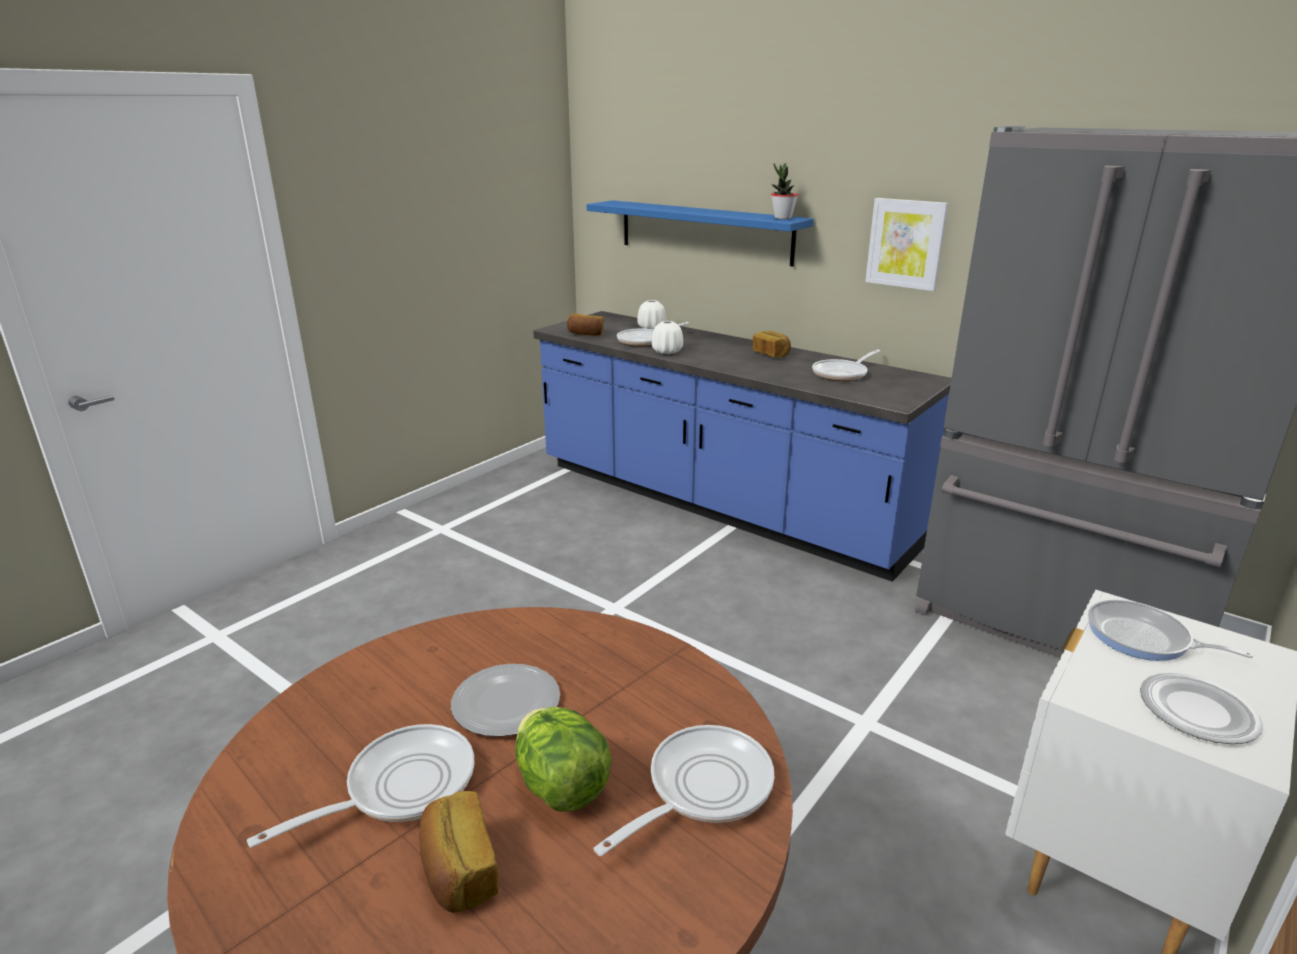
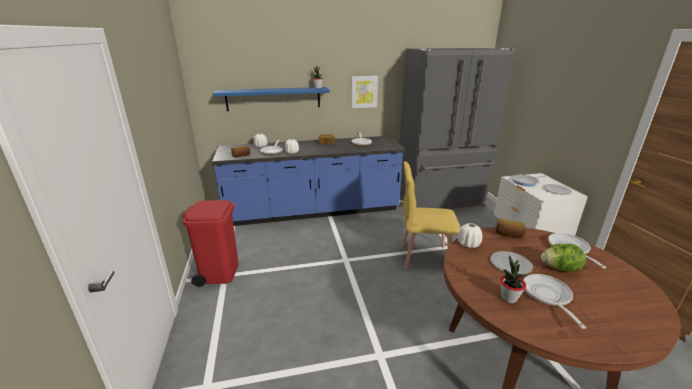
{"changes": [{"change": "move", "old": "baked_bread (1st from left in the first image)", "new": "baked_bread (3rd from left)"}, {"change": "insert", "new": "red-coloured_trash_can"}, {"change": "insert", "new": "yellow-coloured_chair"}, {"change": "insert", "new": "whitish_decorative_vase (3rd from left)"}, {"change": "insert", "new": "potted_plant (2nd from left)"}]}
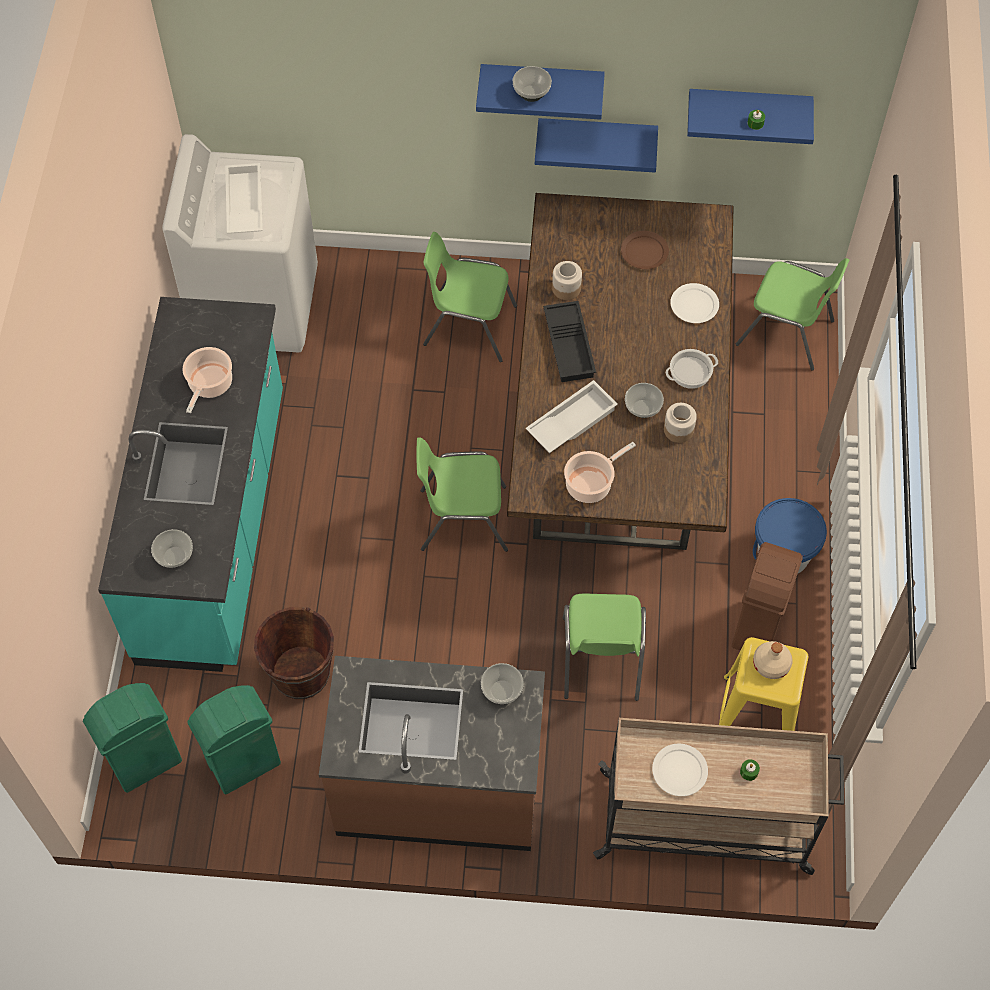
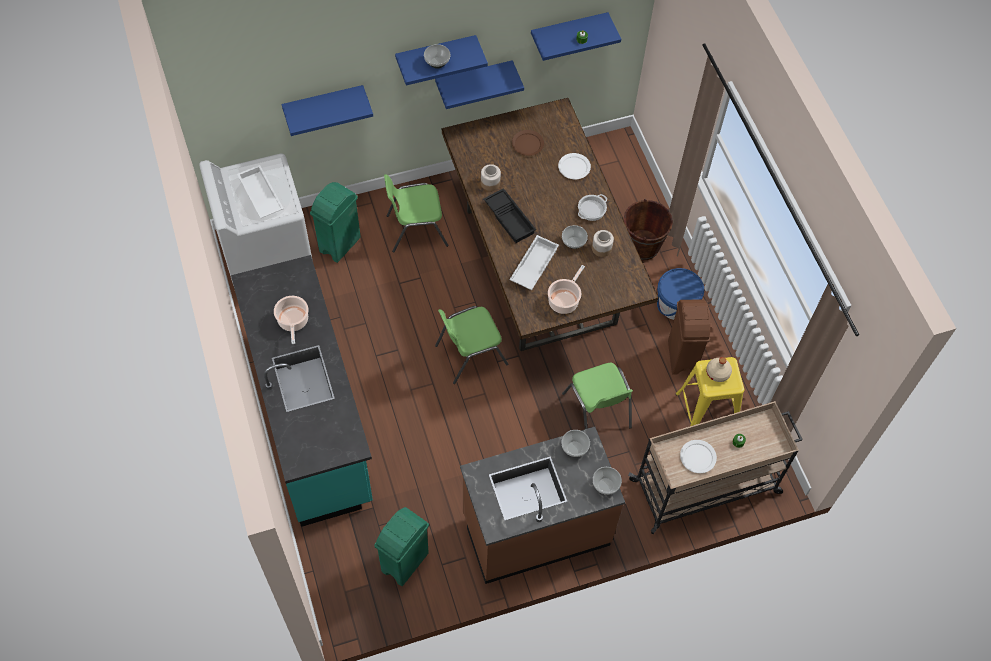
{"changes": [{"change": "move", "old": "green_trash_can (1st from left)"}, {"change": "move", "old": "bowl (1st from left in the first image)", "new": "bowl (4th from left)"}, {"change": "move", "old": "brown_water_bucket"}, {"change": "delete", "old": "green_chair (4th from left)"}, {"change": "insert", "new": "bluish_shelf (1st from left)"}]}
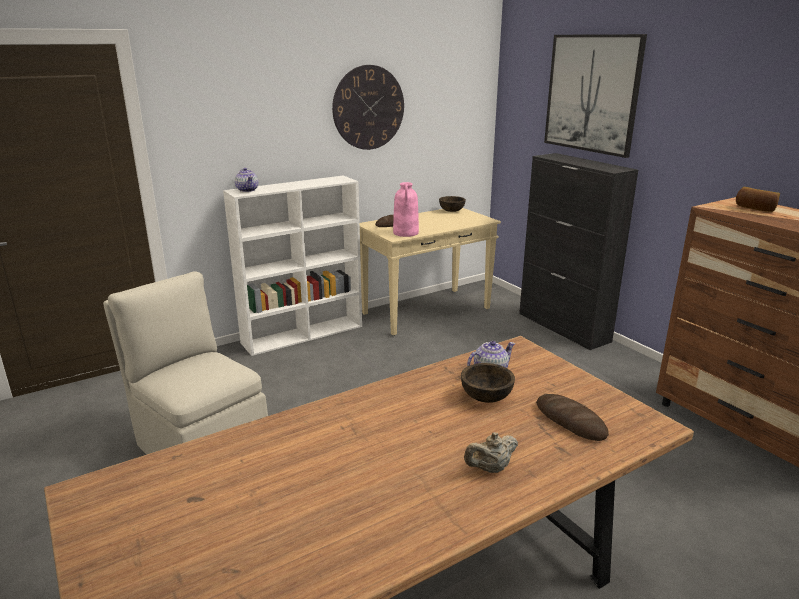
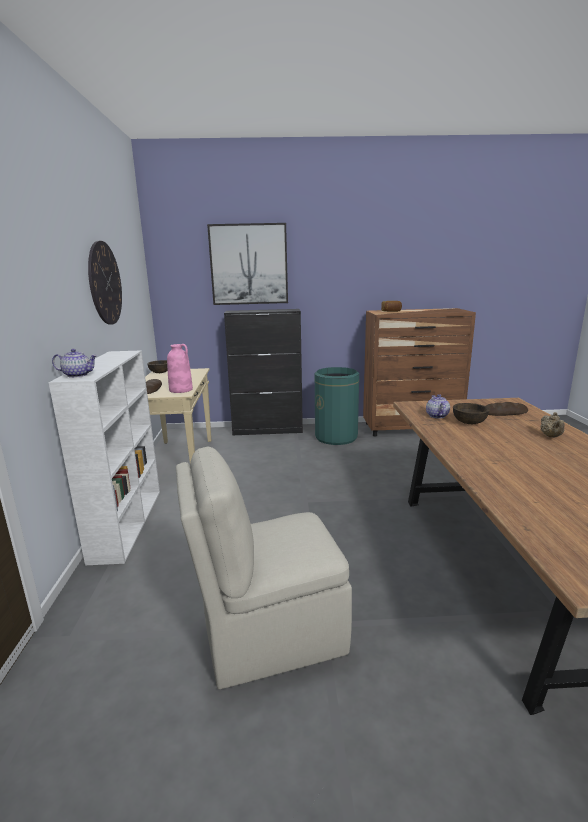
{"changes": [{"change": "insert", "new": "green_trash_can"}]}
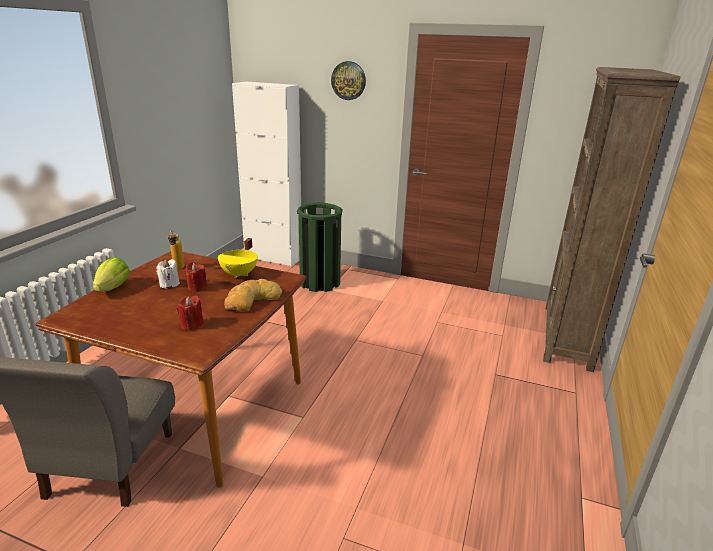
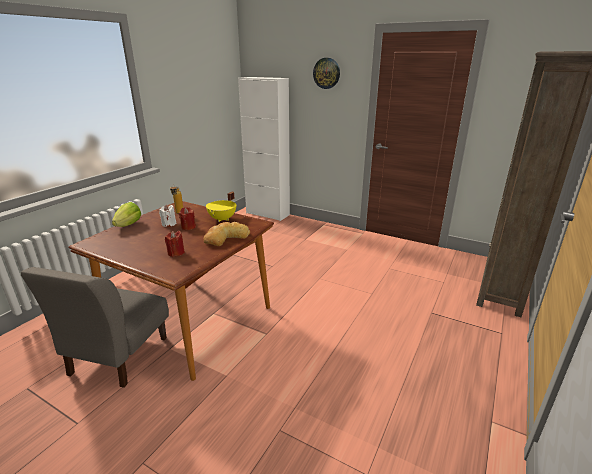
{"changes": [{"change": "delete", "old": "green_trash_can"}]}
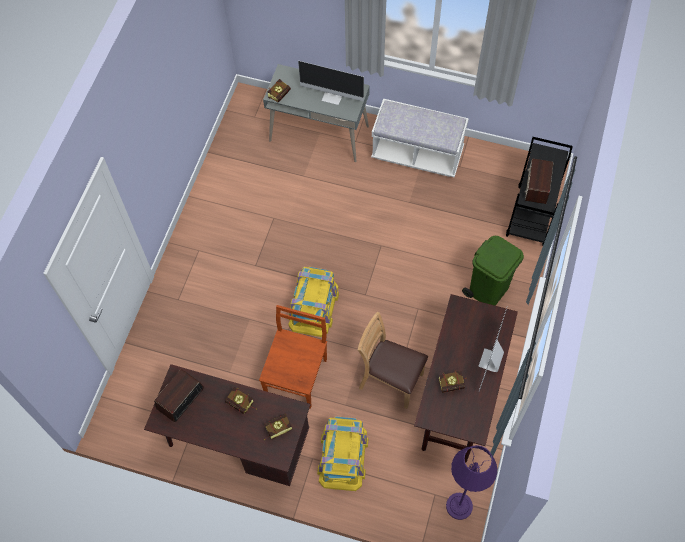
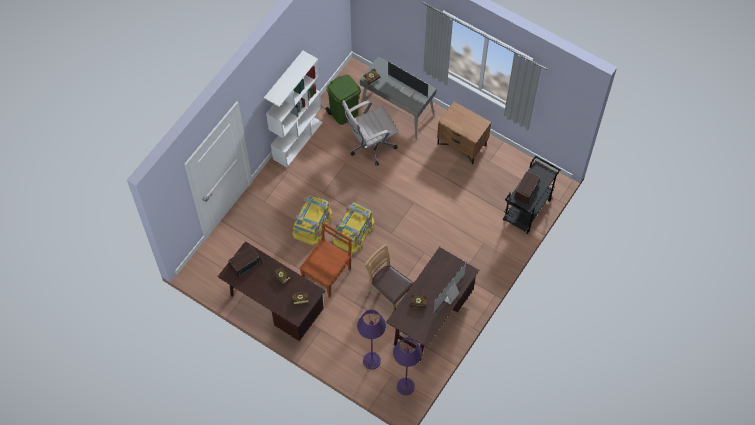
{"changes": [{"change": "move", "old": "yellow-coloured_storage_bin (2nd from left in the first image)", "new": "yellow-coloured_storage_bin (1st from left)"}, {"change": "replace", "old": "whitish_indoor_bench", "new": "brown_bedside_table"}, {"change": "move", "old": "green_trash_can"}, {"change": "insert", "new": "whitish_bookshelf"}, {"change": "insert", "new": "whitish_desk_chair"}, {"change": "insert", "new": "purple_standing_lamp (1st from left)"}]}
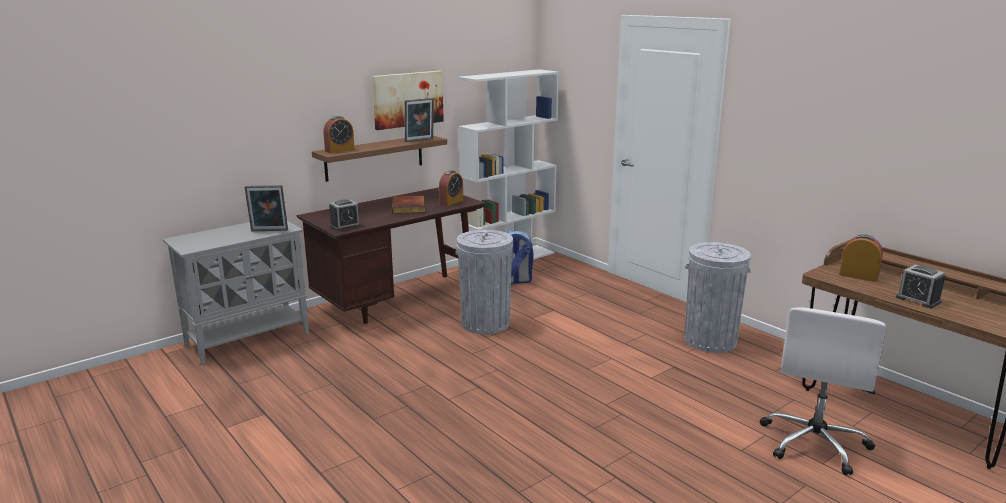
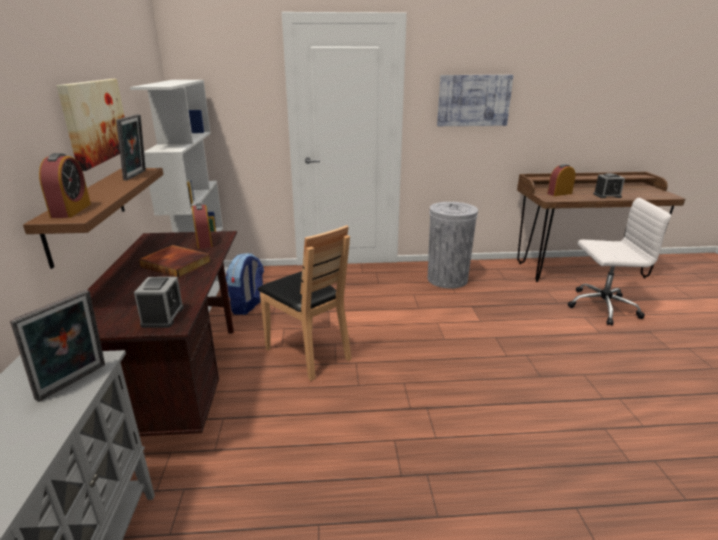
{"changes": [{"change": "replace", "old": "gray_trash_can (1st from left)", "new": "brown_chair"}, {"change": "rotate", "old": "whitish_desk_chair", "degrees": -60}, {"change": "insert", "new": "picture (2nd from left)"}]}
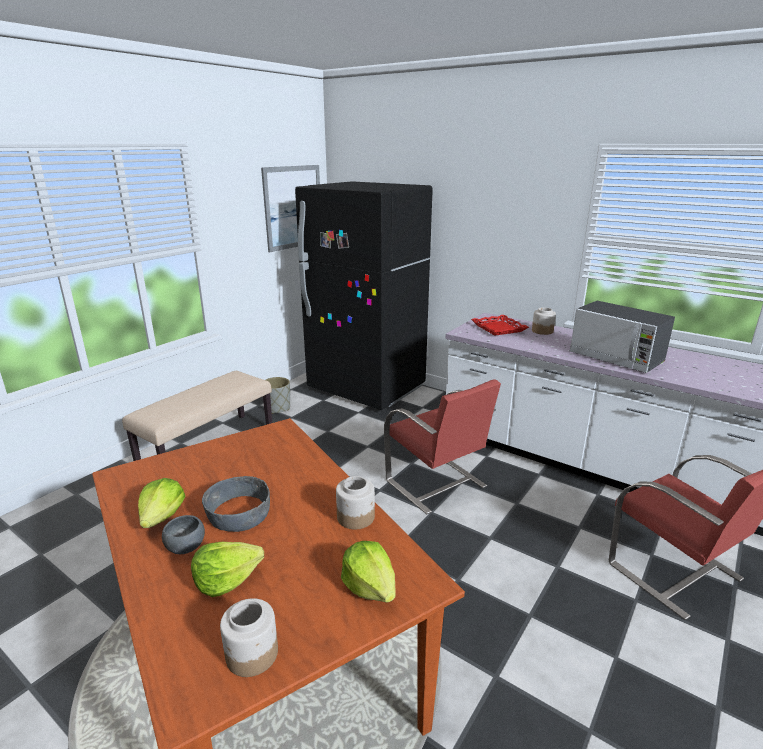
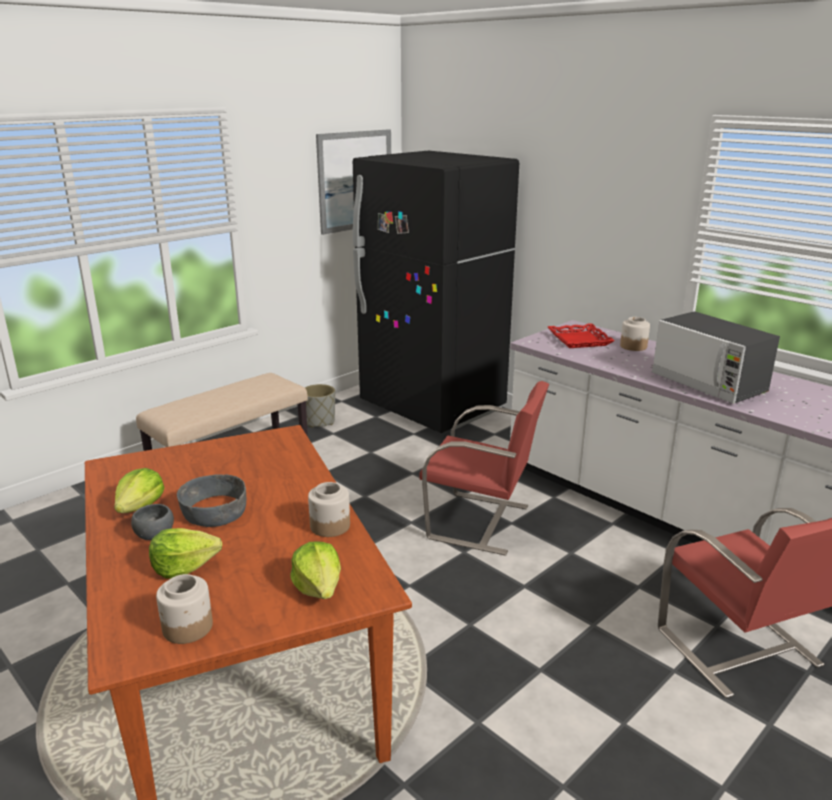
{"changes": [{"change": "rotate", "old": "red-coloured_chair (1st from left)", "degrees": -45}]}
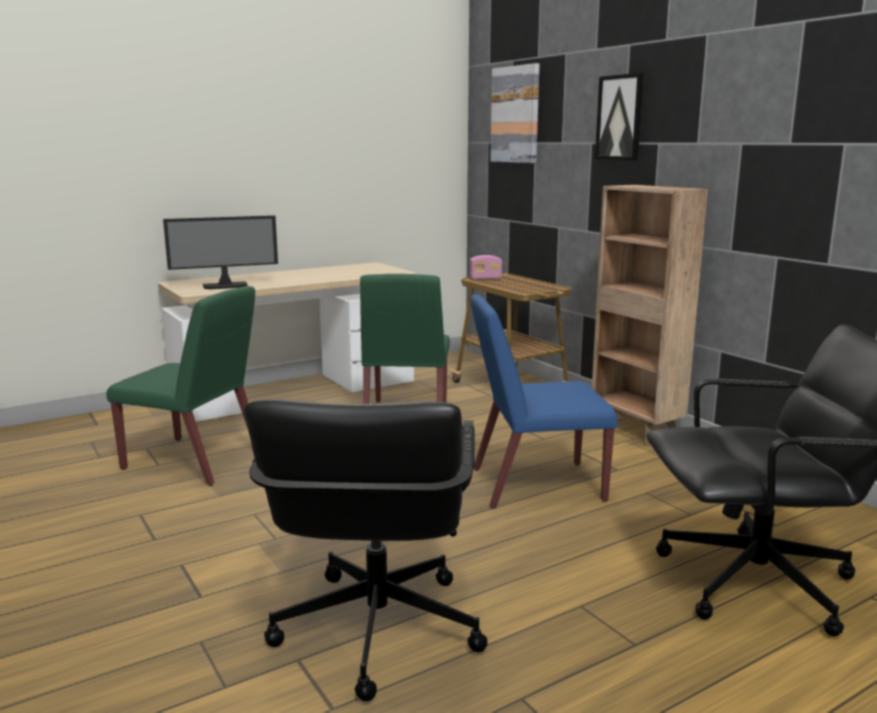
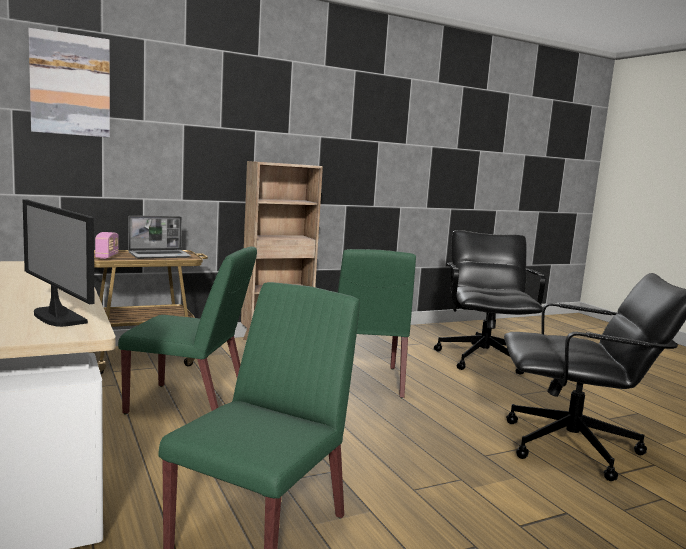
{"changes": [{"change": "rotate", "old": "monitor", "degrees": 150}, {"change": "recolor", "old": "bluish_chair", "new": "green_chair (3rd from left)"}, {"change": "delete", "old": "picture (2nd from left)"}, {"change": "insert", "new": "laptop"}]}
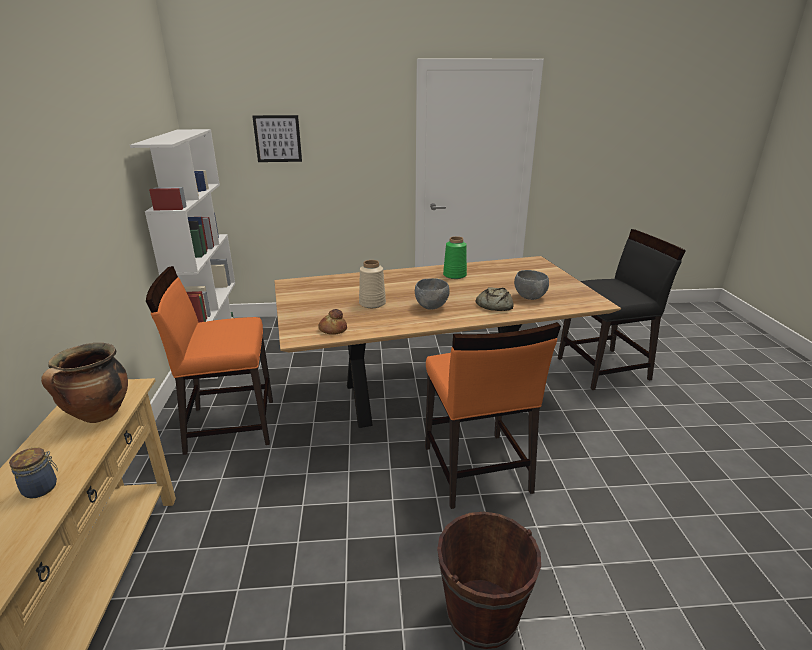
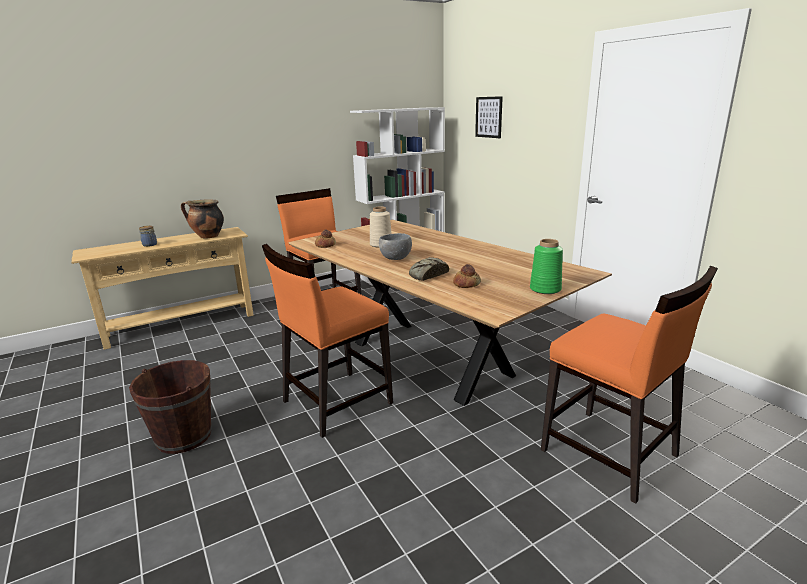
{"changes": [{"change": "move", "old": "green_decorative_vase"}, {"change": "replace", "old": "gray_bowl (2nd from left)", "new": "baked_bread (3rd from left)"}, {"change": "recolor", "old": "black-coloured_chair", "new": "orangey_chair (3rd from left)"}]}
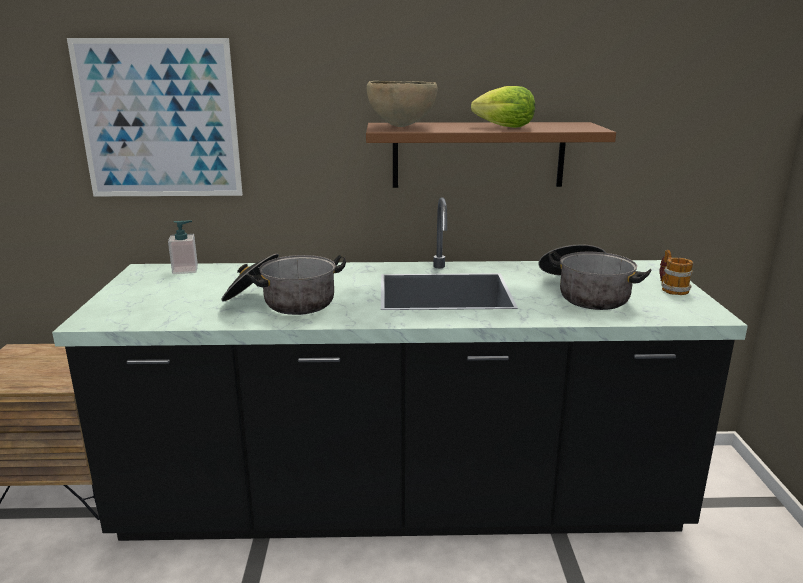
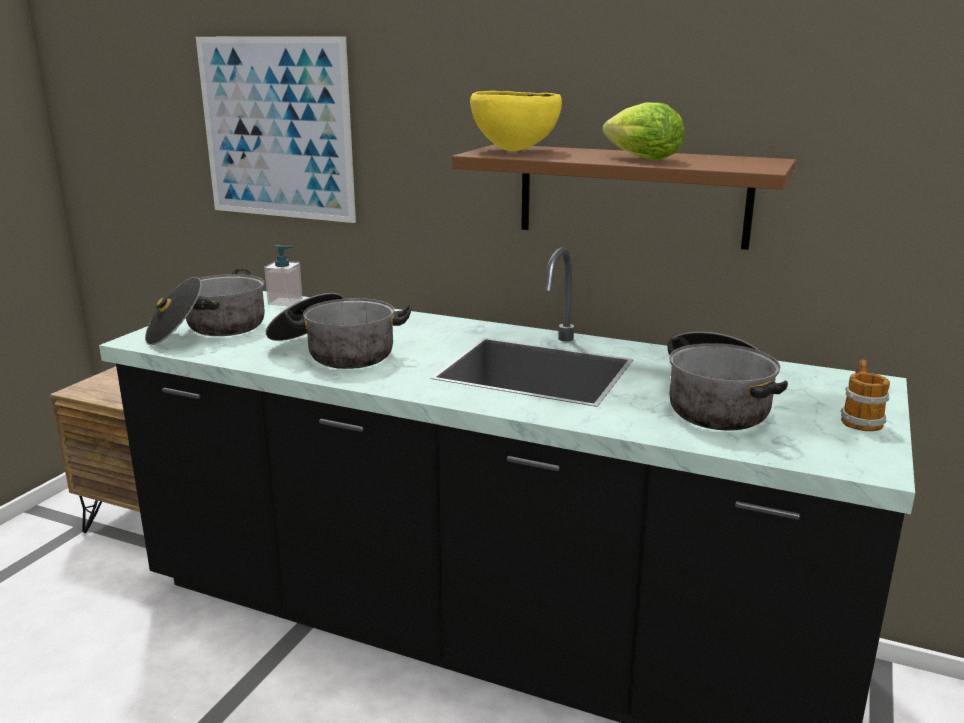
{"changes": [{"change": "recolor", "old": "brown_bowl", "new": "yellow-coloured_bowl"}, {"change": "insert", "new": "saucepot (1st from left)"}]}
